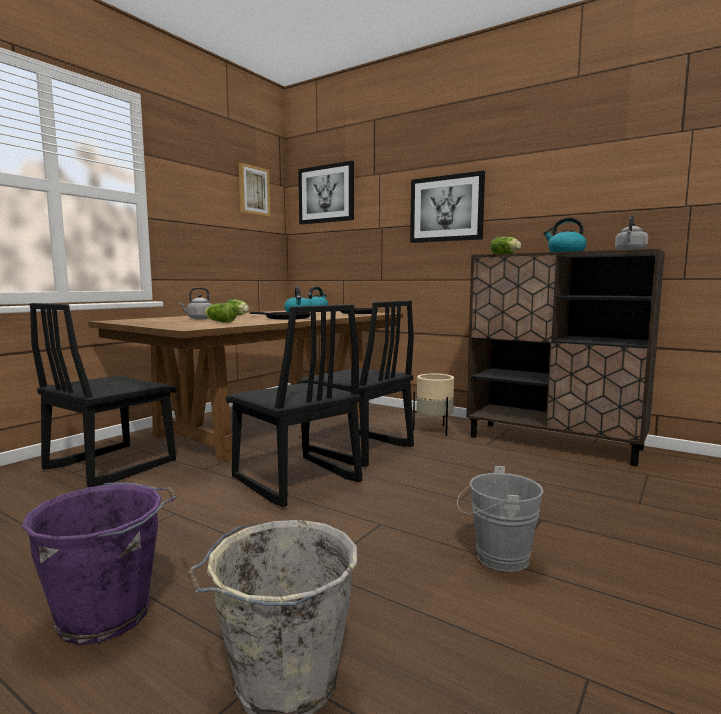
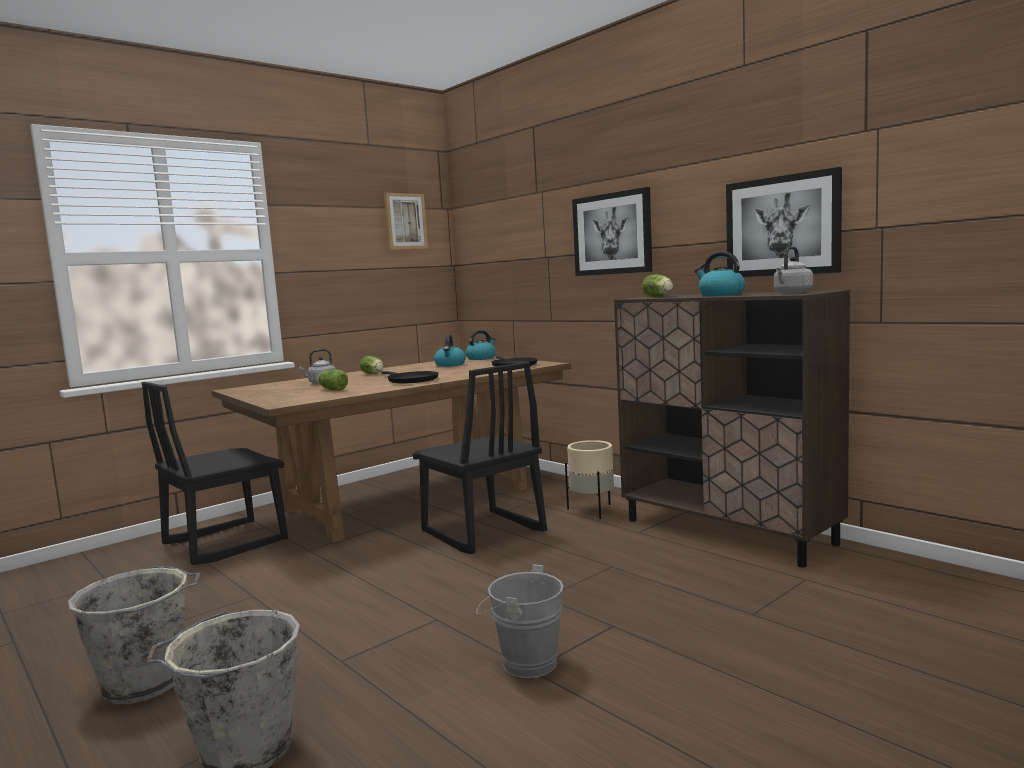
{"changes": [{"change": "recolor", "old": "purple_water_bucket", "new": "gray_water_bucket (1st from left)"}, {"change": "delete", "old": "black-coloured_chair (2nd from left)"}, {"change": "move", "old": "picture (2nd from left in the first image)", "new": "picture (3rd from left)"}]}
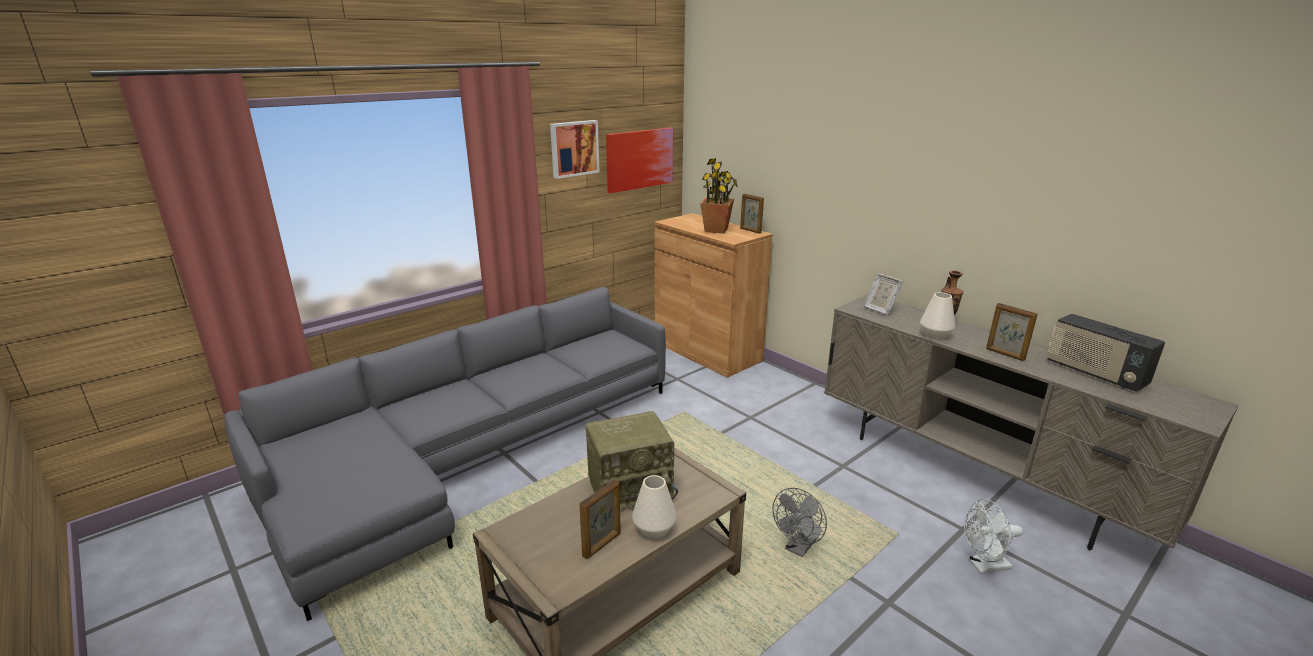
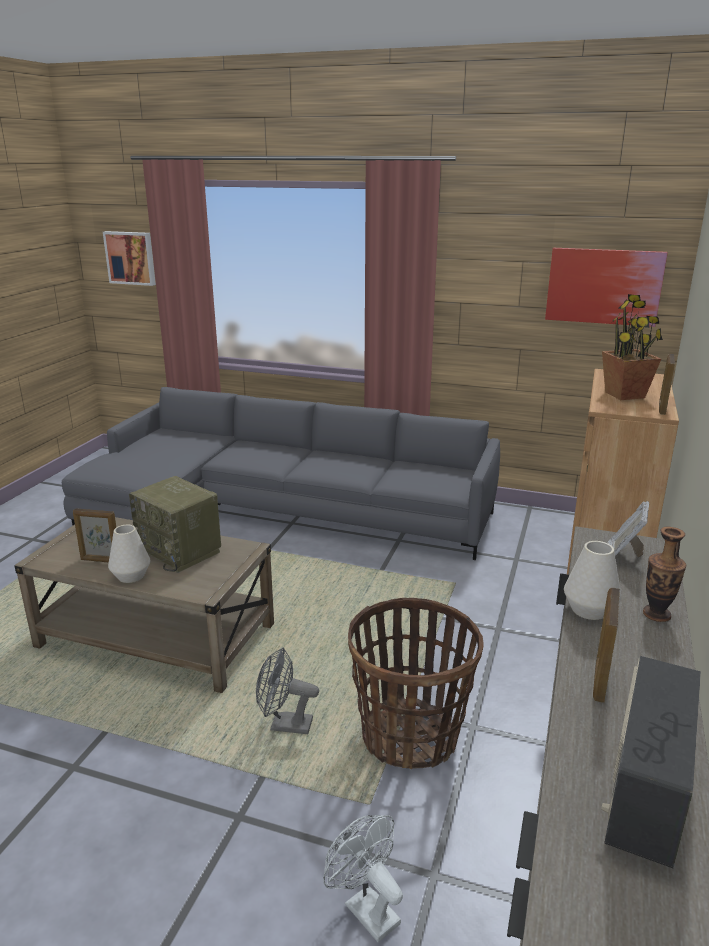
{"changes": [{"change": "move", "old": "picture (1st from left)"}, {"change": "insert", "new": "household_basket"}]}
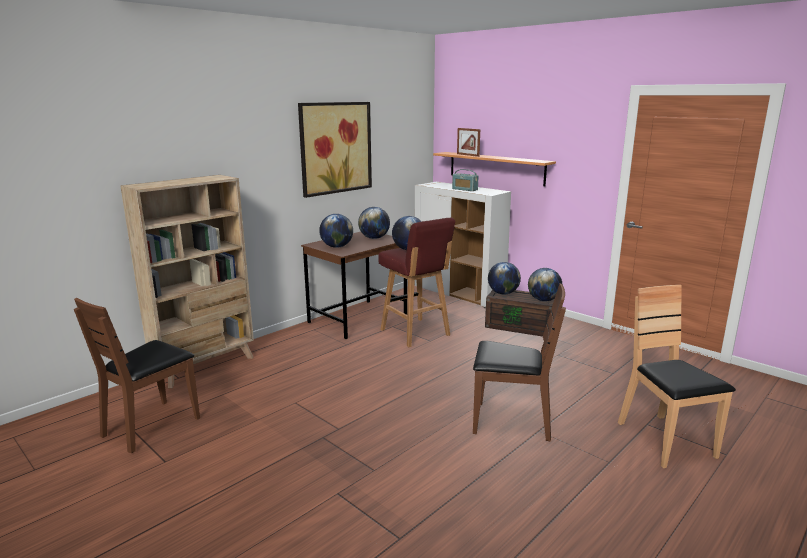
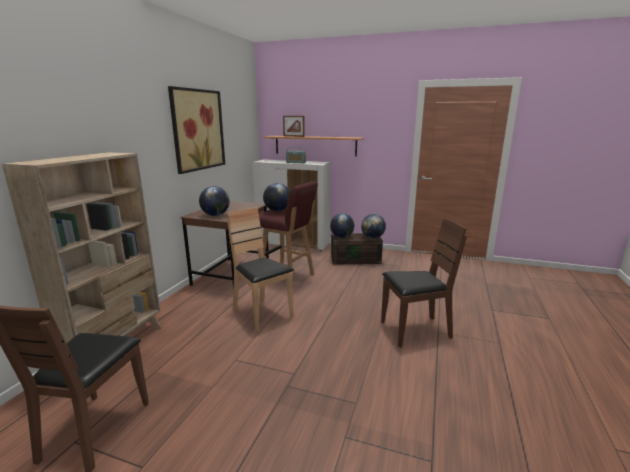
{"changes": [{"change": "delete", "old": "desk_globe (2nd from left)"}, {"change": "move", "old": "brown_chair (3rd from left in the first image)", "new": "brown_chair (2nd from left)"}]}
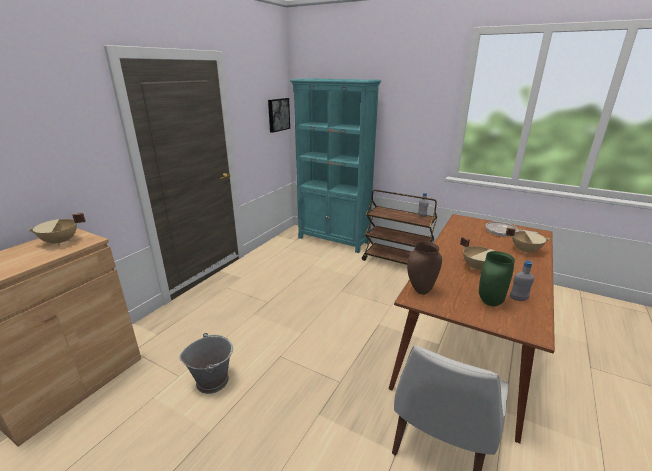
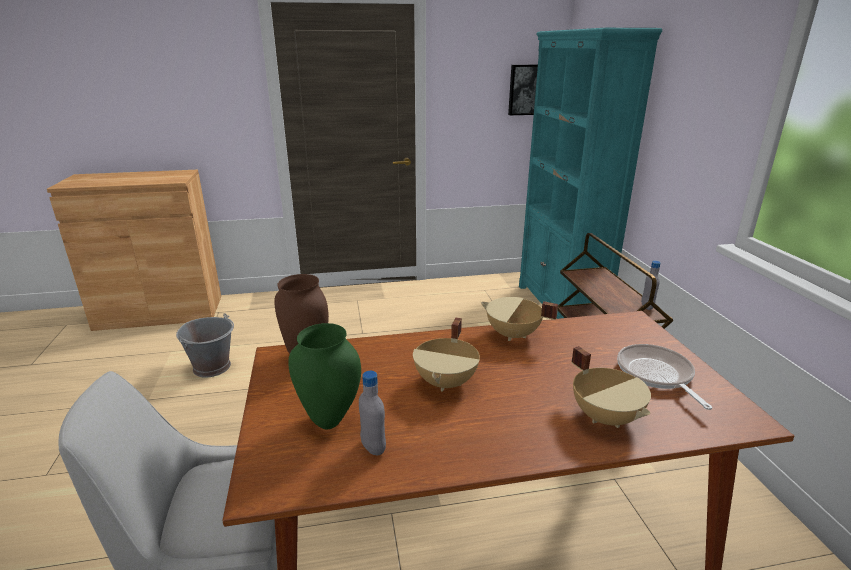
{"changes": [{"change": "move", "old": "beige-coloured_saucepot (1st from left in the first image)", "new": "beige-coloured_saucepot (2nd from left)"}]}
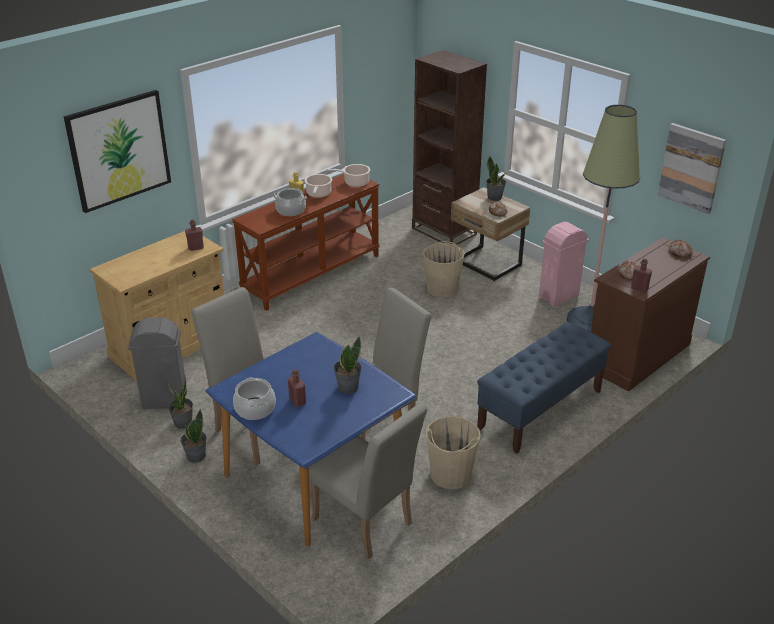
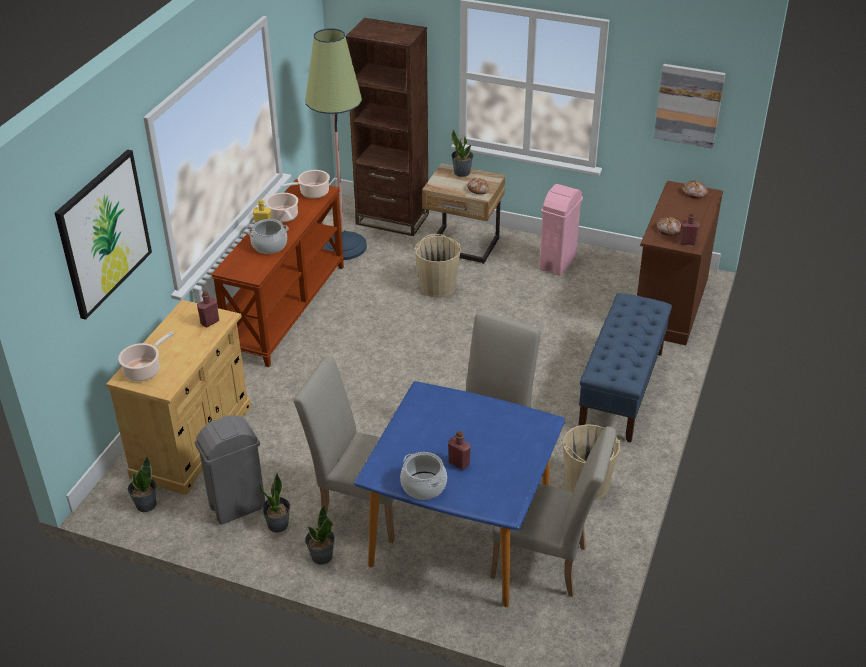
{"changes": [{"change": "move", "old": "potted_plant (3rd from left in the first image)", "new": "potted_plant (1st from left)"}, {"change": "move", "old": "standing_lamp"}, {"change": "insert", "new": "saucepot (1st from left)"}]}
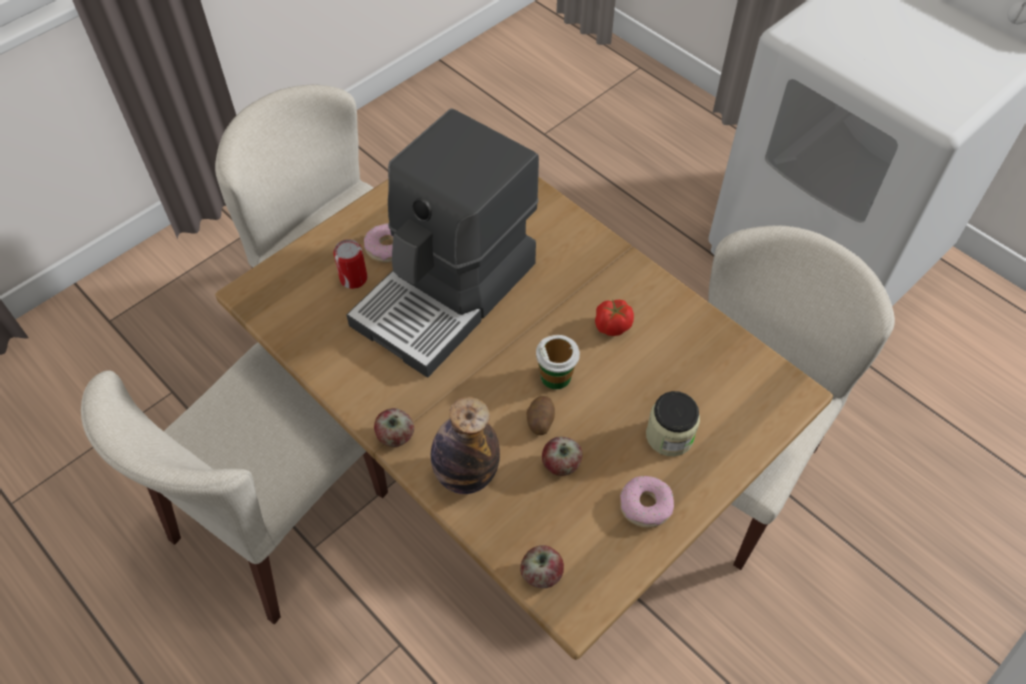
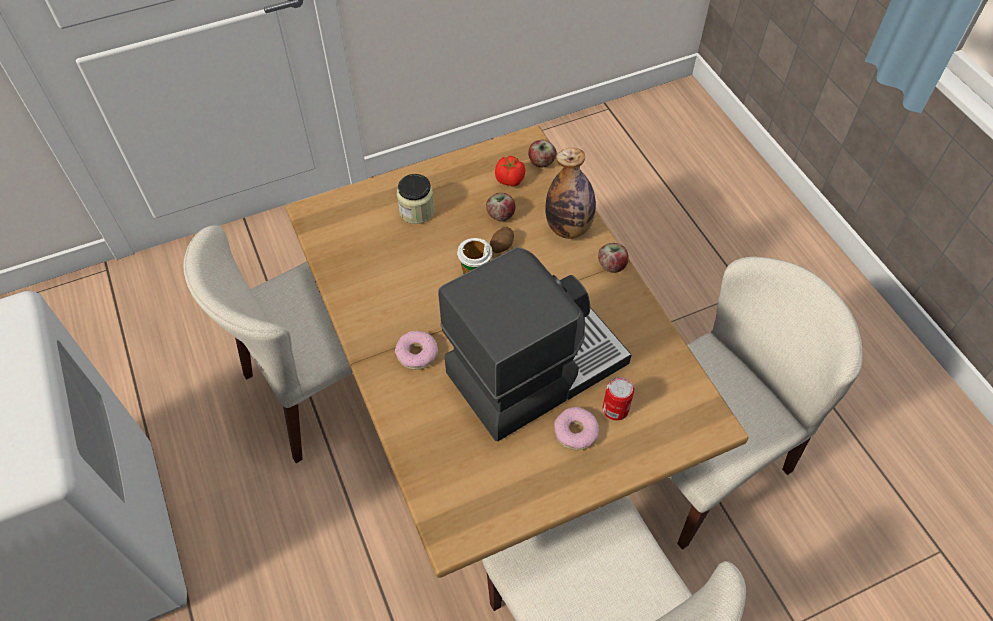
{"changes": [{"change": "move", "old": "tomato"}, {"change": "move", "old": "donut (2nd from left in the first image)", "new": "donut (1st from left)"}]}
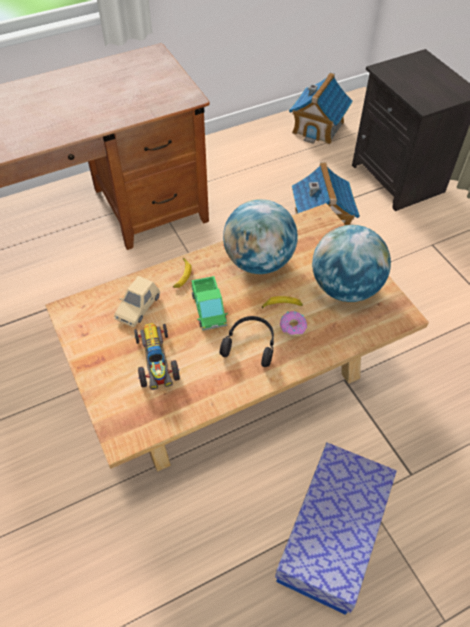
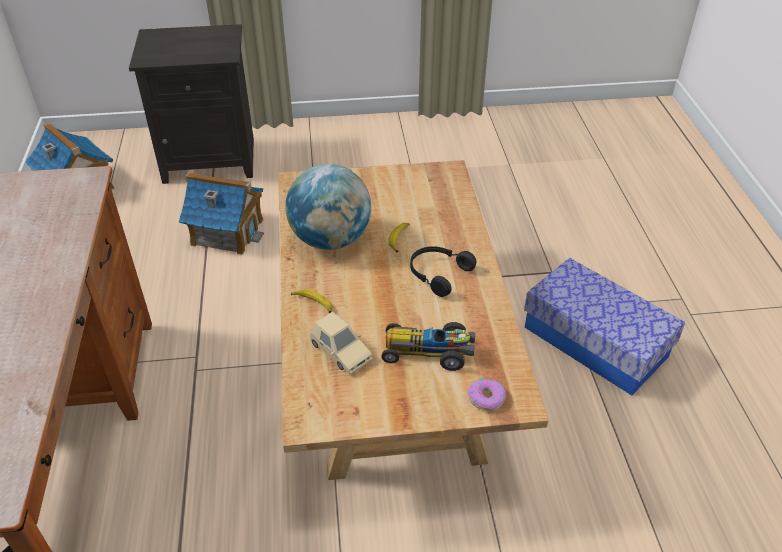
{"changes": [{"change": "delete", "old": "model_truck"}, {"change": "move", "old": "donut"}, {"change": "delete", "old": "desk_globe (2nd from left)"}]}
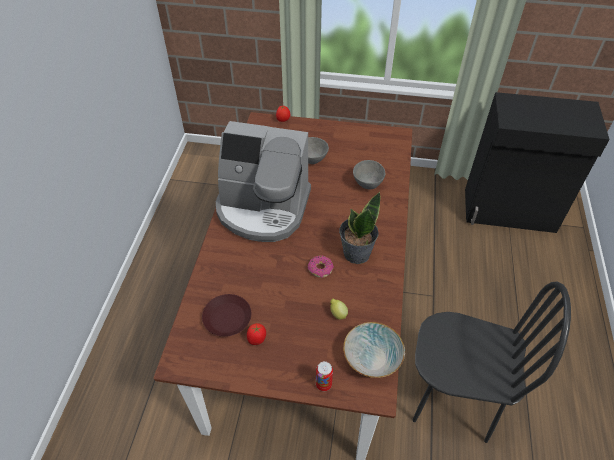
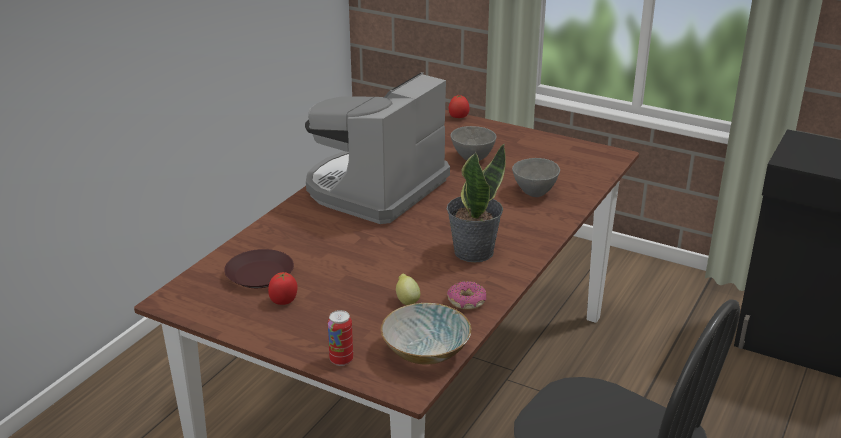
{"changes": [{"change": "rotate", "old": "coffee_machine", "degrees": 90}, {"change": "move", "old": "donut"}]}
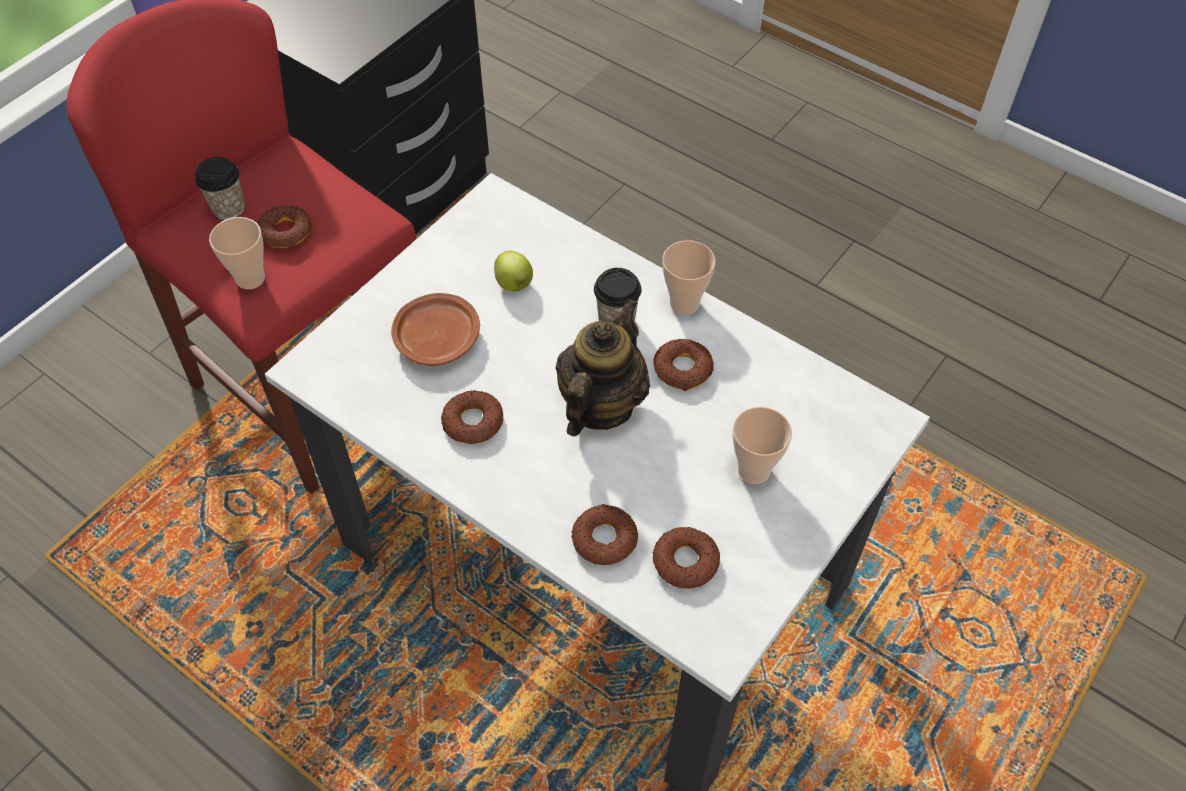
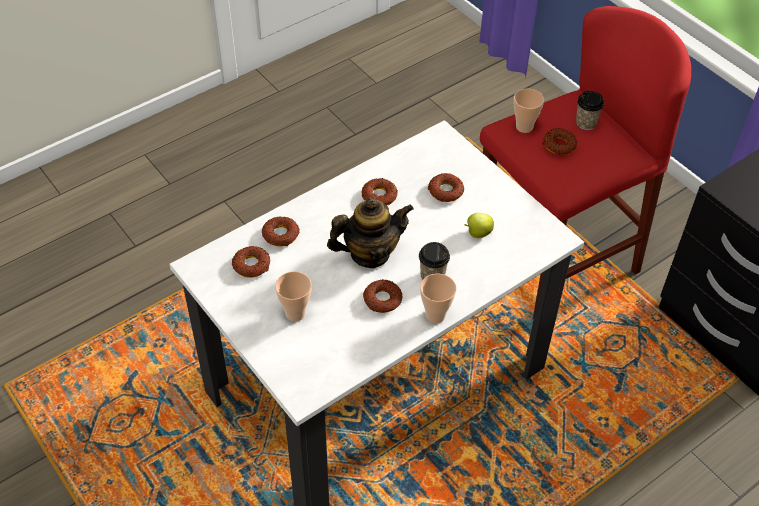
{"changes": [{"change": "replace", "old": "brown_flat_dish", "new": "donut (5th from left)"}, {"change": "rotate", "old": "pot_for_tea", "degrees": -60}]}
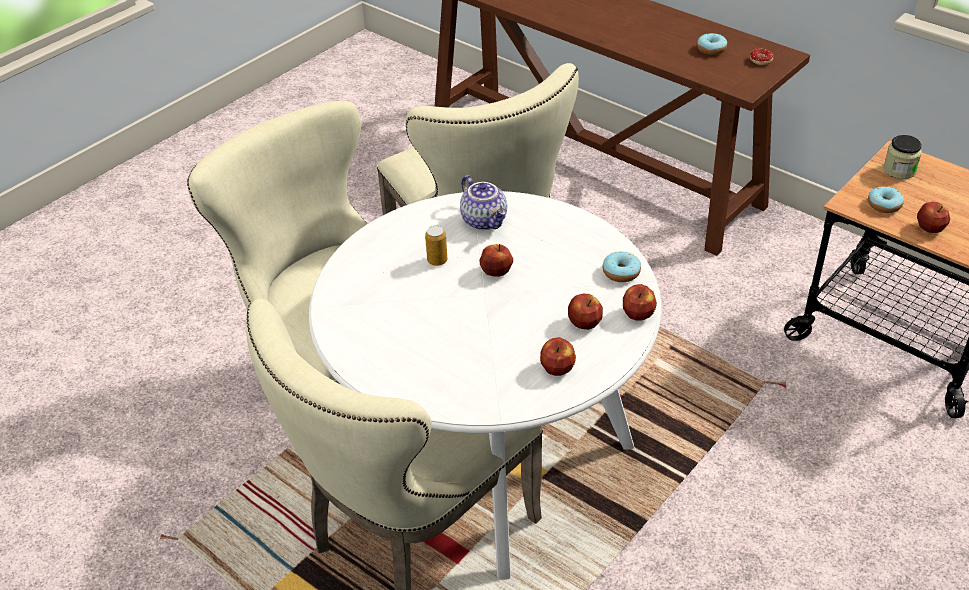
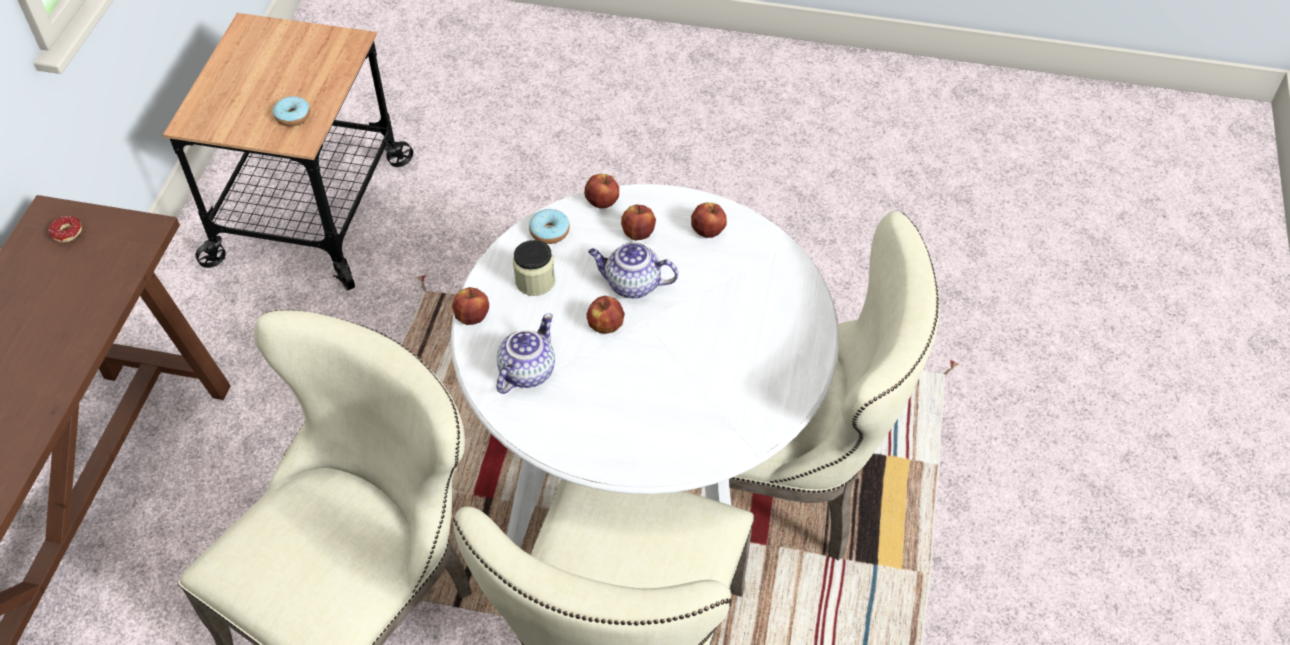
{"changes": [{"change": "delete", "old": "metal_can"}, {"change": "delete", "old": "donut (2nd from left)"}, {"change": "move", "old": "jar"}, {"change": "move", "old": "whole_apple (5th from left in the first image)", "new": "whole_apple (1st from left)"}, {"change": "insert", "new": "pot_for_tea (2nd from left)"}]}
